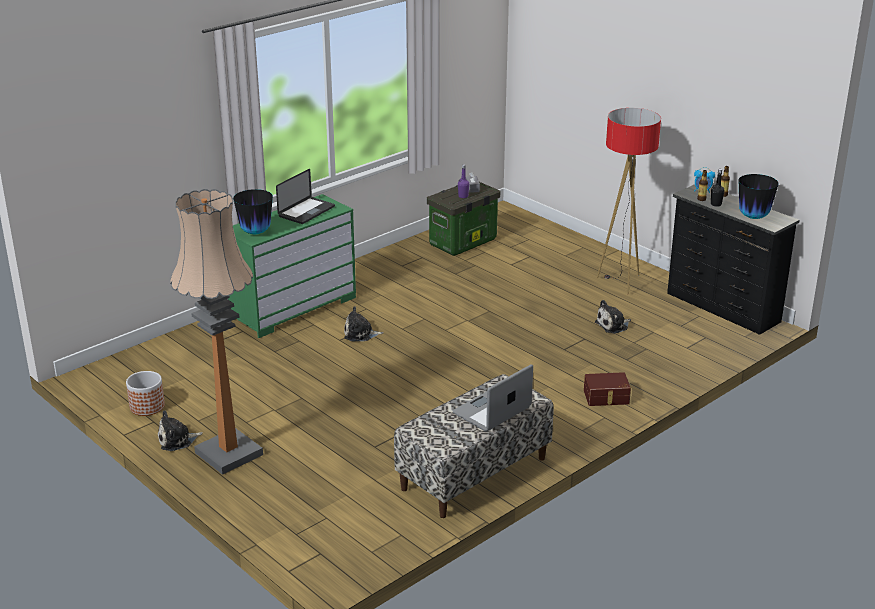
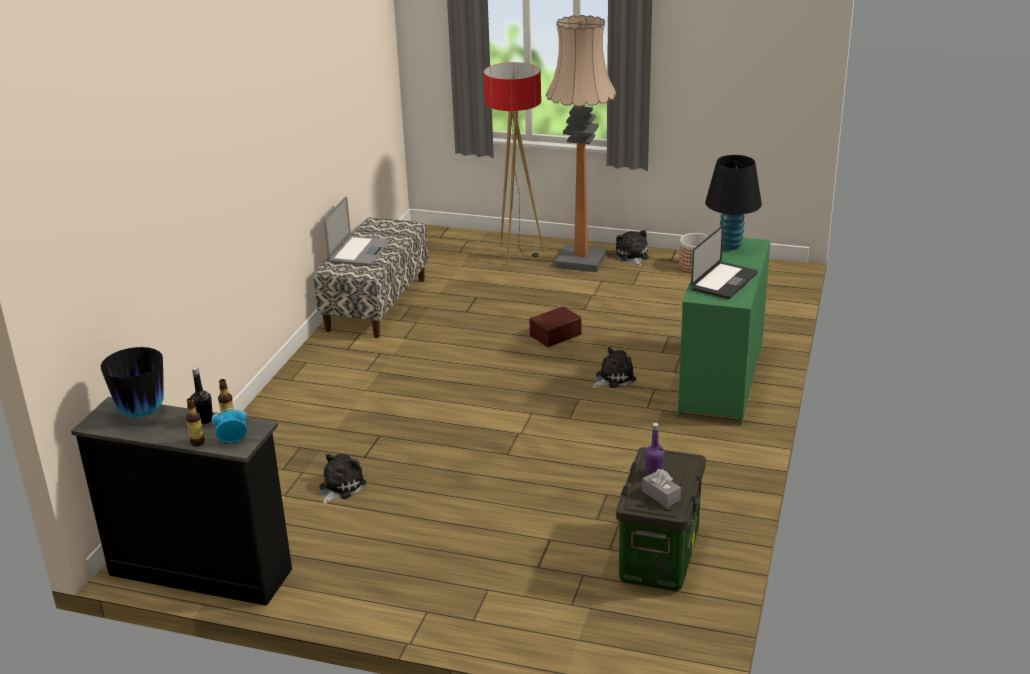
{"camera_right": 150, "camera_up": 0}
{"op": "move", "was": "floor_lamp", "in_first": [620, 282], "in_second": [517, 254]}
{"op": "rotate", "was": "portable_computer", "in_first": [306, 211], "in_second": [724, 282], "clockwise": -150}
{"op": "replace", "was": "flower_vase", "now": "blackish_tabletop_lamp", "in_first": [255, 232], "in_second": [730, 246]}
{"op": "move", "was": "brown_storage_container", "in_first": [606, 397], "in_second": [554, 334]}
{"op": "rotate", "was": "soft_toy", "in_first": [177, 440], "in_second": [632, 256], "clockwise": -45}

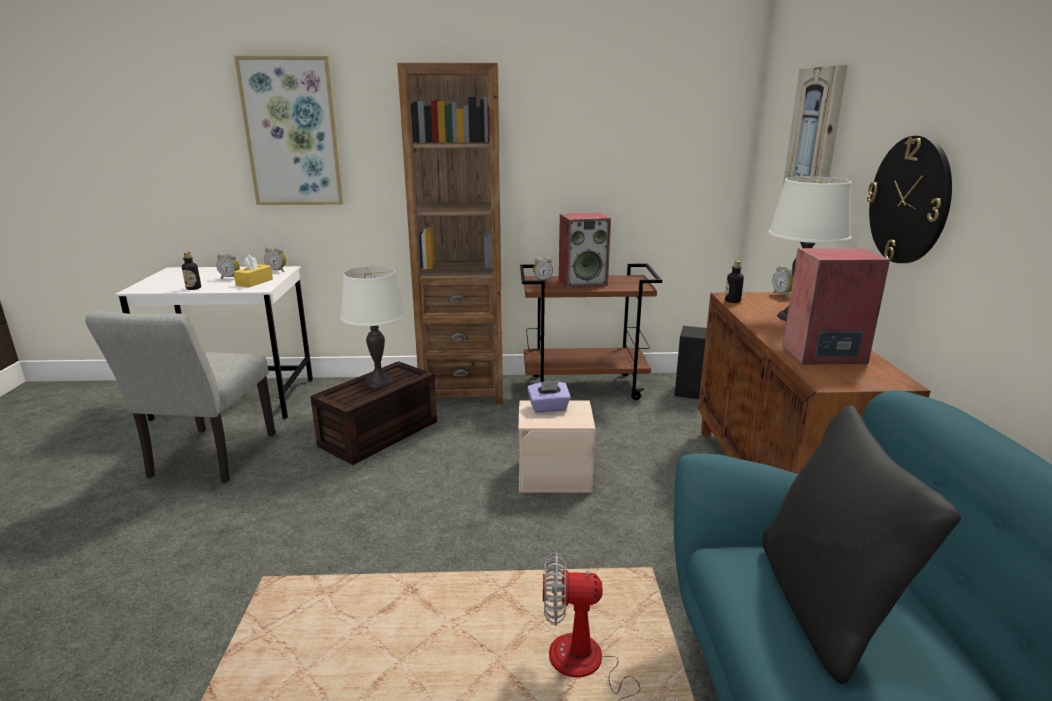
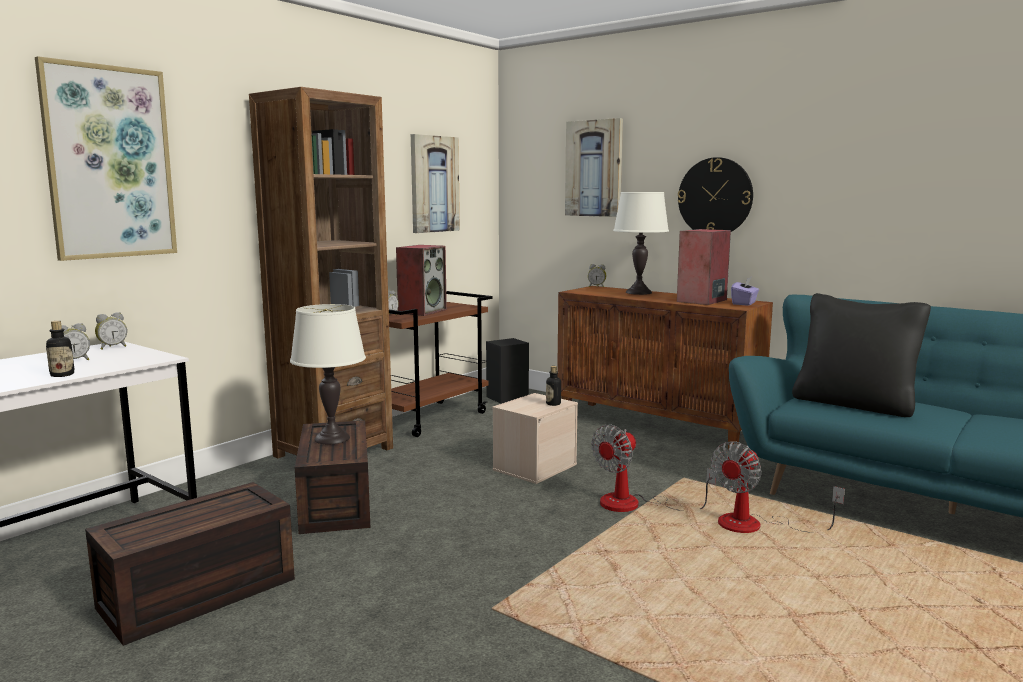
{"camera_right": -50, "camera_up": -10}
{"op": "delete", "was": "yellowish_box_of_tissues", "in_first": [254, 282]}
{"op": "move", "was": "beverage_bottle", "in_first": [732, 301], "in_second": [553, 404]}
{"op": "replace", "was": "grey_upright_chair", "now": "brown_storage_container", "in_first": [207, 460], "in_second": [196, 595]}
{"op": "move", "was": "purplish_box_of_tissues", "in_first": [548, 408], "in_second": [744, 303]}
{"op": "insert", "now": "wall_art", "in_second": [434, 184]}
{"op": "insert", "now": "fan", "in_second": [634, 504]}

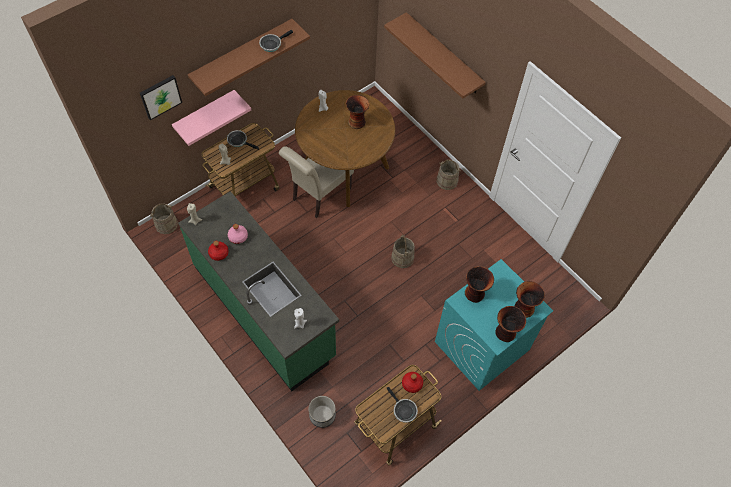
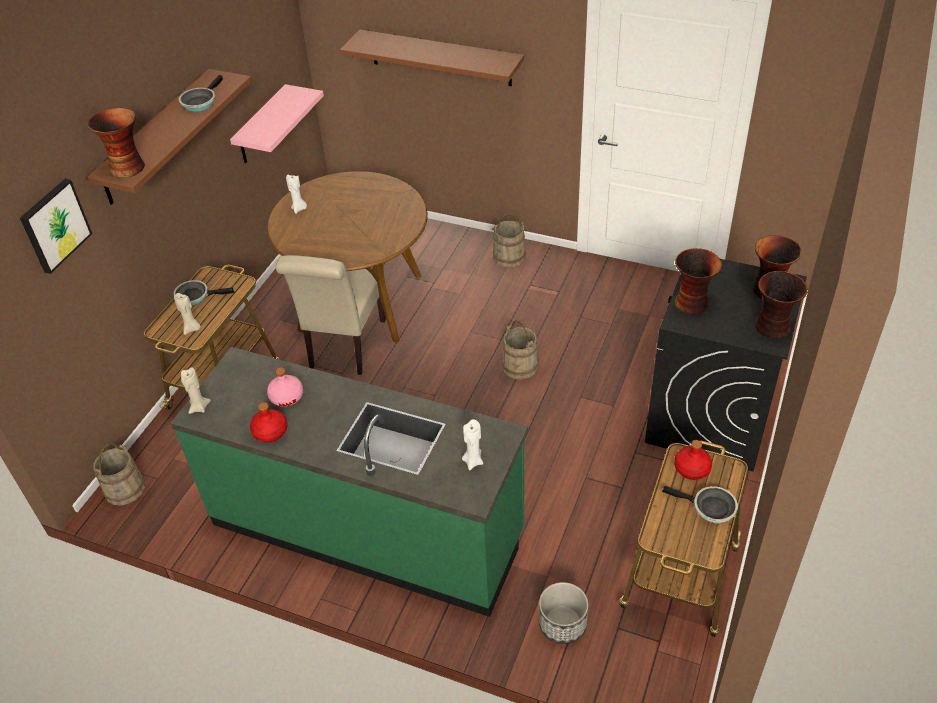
{"camera_right": -25, "camera_up": -15}
{"op": "move", "was": "pink_shelf", "in_first": [205, 114], "in_second": [261, 126]}
{"op": "move", "was": "flower_vase", "in_first": [357, 122], "in_second": [128, 167]}
{"op": "recolor", "was": "blue-green_laundry_appliance", "now": "blackish_laundry_appliance", "in_first": [481, 346], "in_second": [710, 417]}

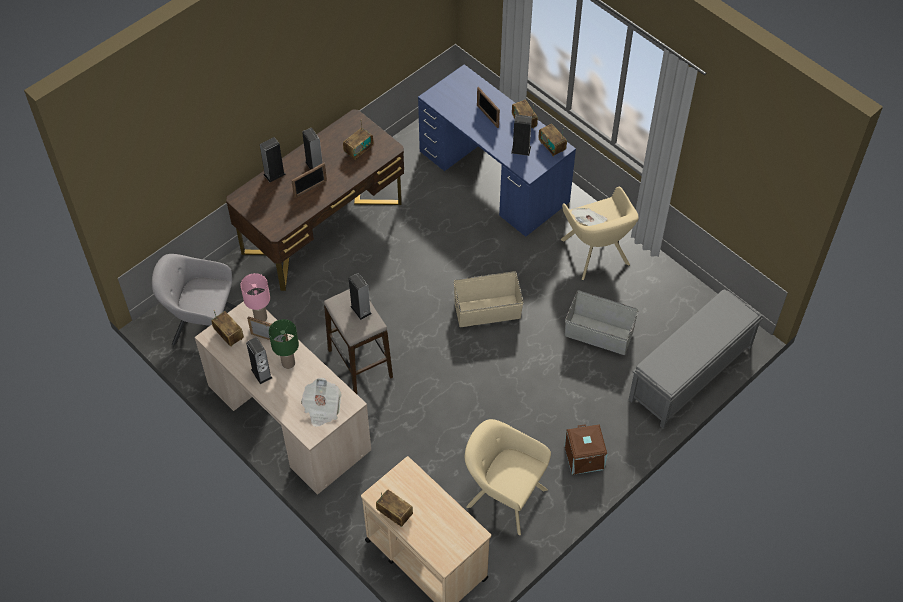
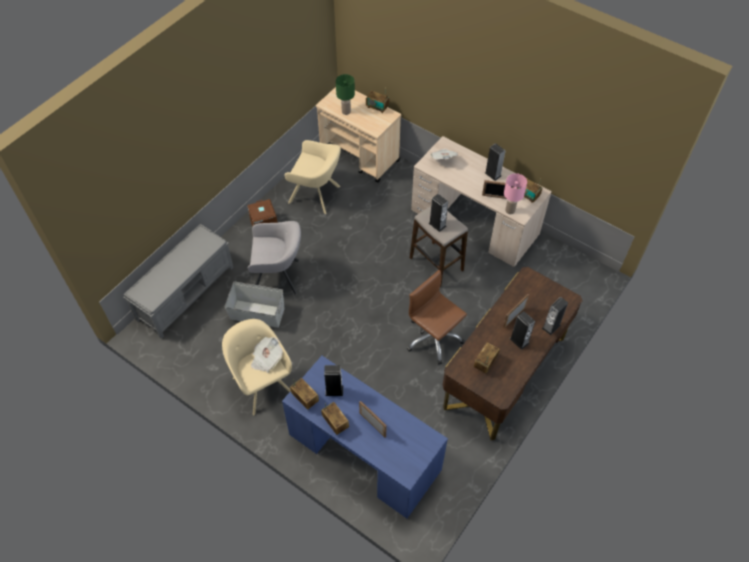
{"camera_right": 170, "camera_up": 0}
{"op": "move", "was": "grey_easy_chair", "in_first": [202, 326], "in_second": [279, 276]}
{"op": "delete", "was": "sand-coloured_storage_container", "in_first": [488, 311]}
{"op": "move", "was": "green-coloured_tabletop_lamp", "in_first": [288, 363], "in_second": [346, 111]}
{"op": "insert", "now": "brown_computer_chair", "in_second": [433, 338]}

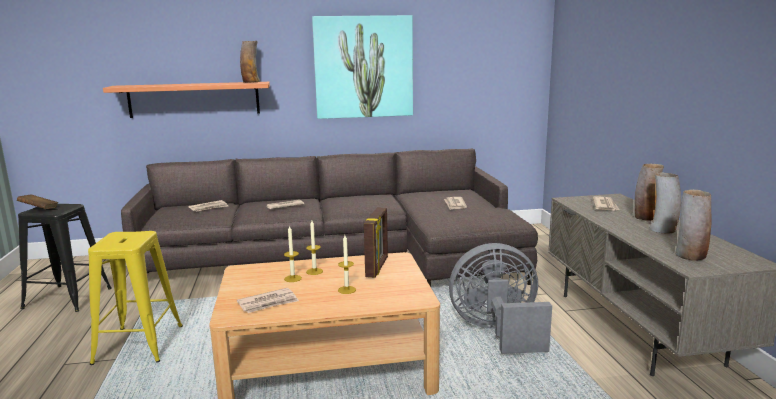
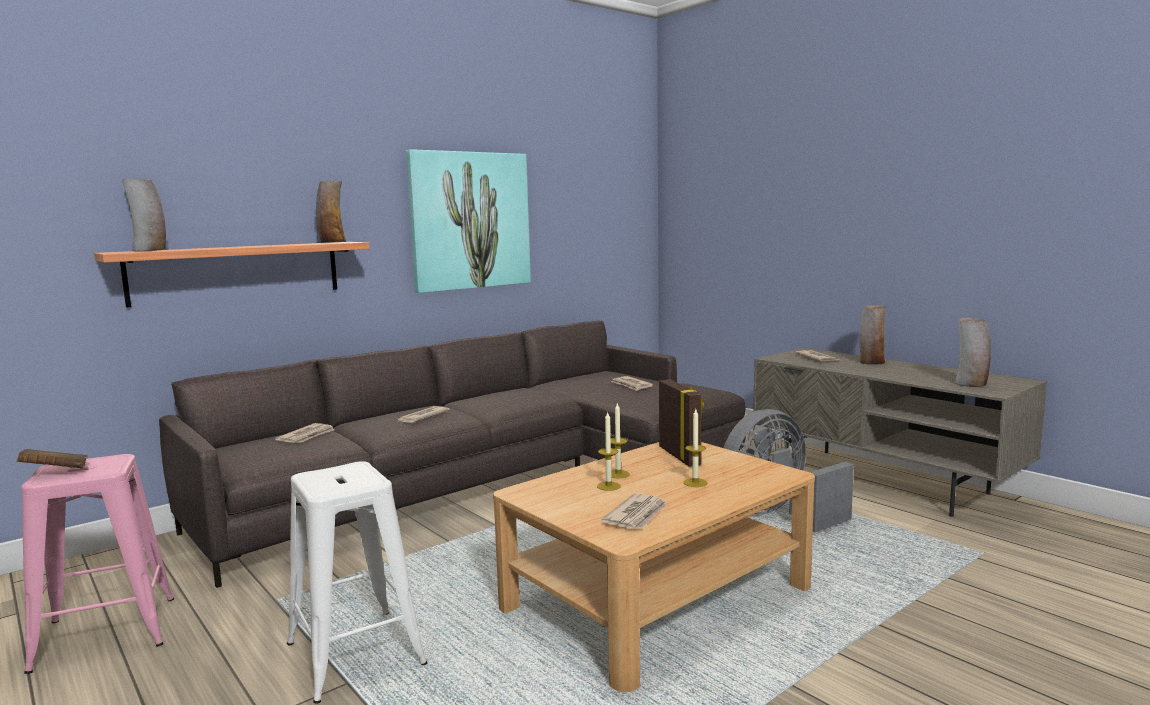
{"camera_right": -30, "camera_up": -5}
{"op": "move", "was": "flower_vase", "in_first": [663, 230], "in_second": [150, 250]}
{"op": "recolor", "was": "blackish_sitting_stool", "now": "pink_sitting_stool", "in_first": [68, 298], "in_second": [106, 633]}
{"op": "recolor", "was": "yellowish_sitting_stool", "now": "whitish_sitting_stool", "in_first": [139, 344], "in_second": [355, 653]}

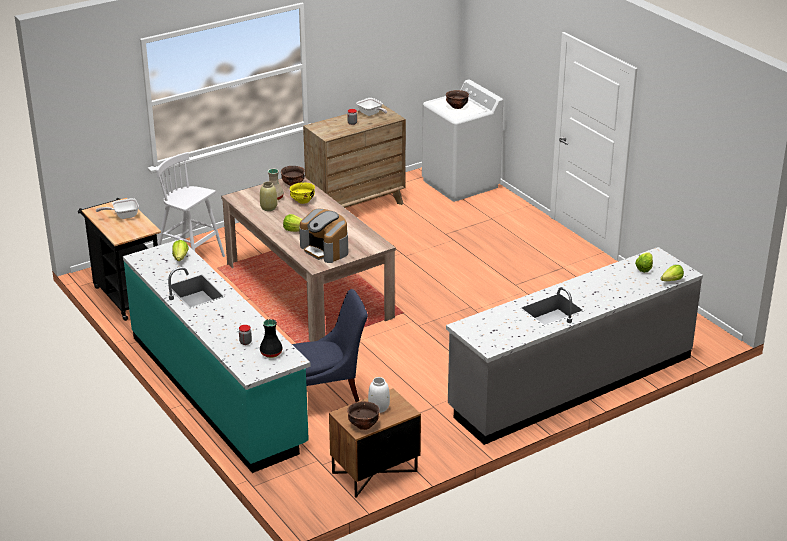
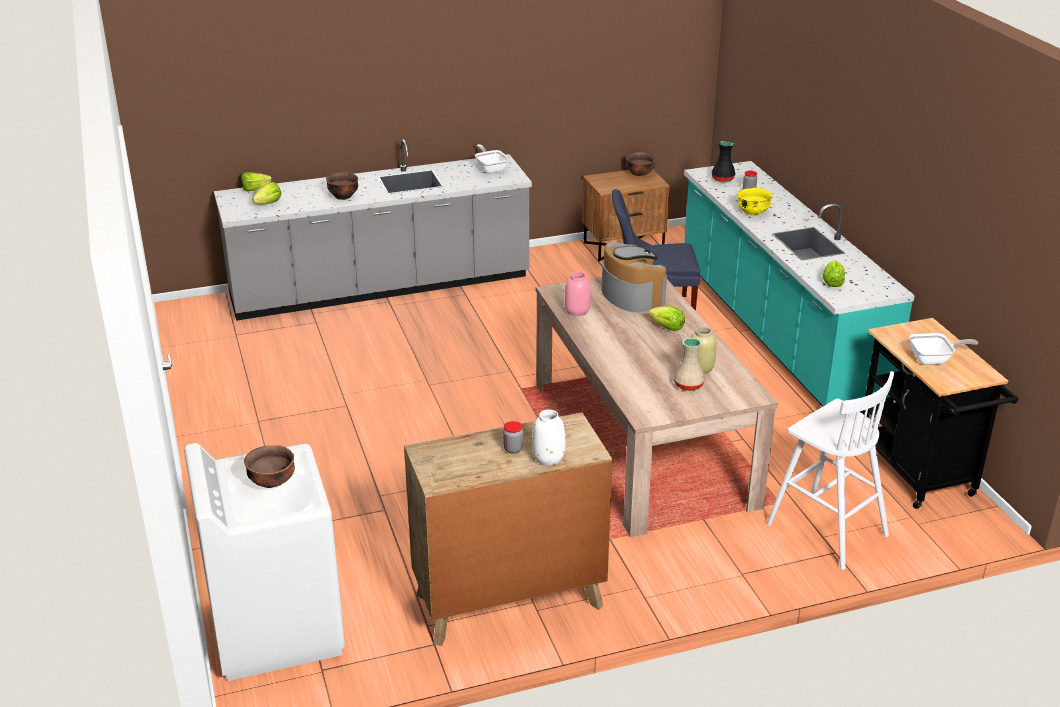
{"camera_right": -165, "camera_up": 0}
{"op": "move", "was": "pan", "in_first": [371, 114], "in_second": [490, 169]}
{"op": "move", "was": "brown_serving_bowl", "in_first": [293, 184], "in_second": [343, 196]}
{"op": "move", "was": "yellowish_serving_bowl", "in_first": [302, 201], "in_second": [753, 212]}
{"op": "move", "was": "whitish_flower_vase", "in_first": [379, 408], "in_second": [548, 457]}
{"op": "insert", "now": "pink_flower_vase", "in_second": [577, 311]}

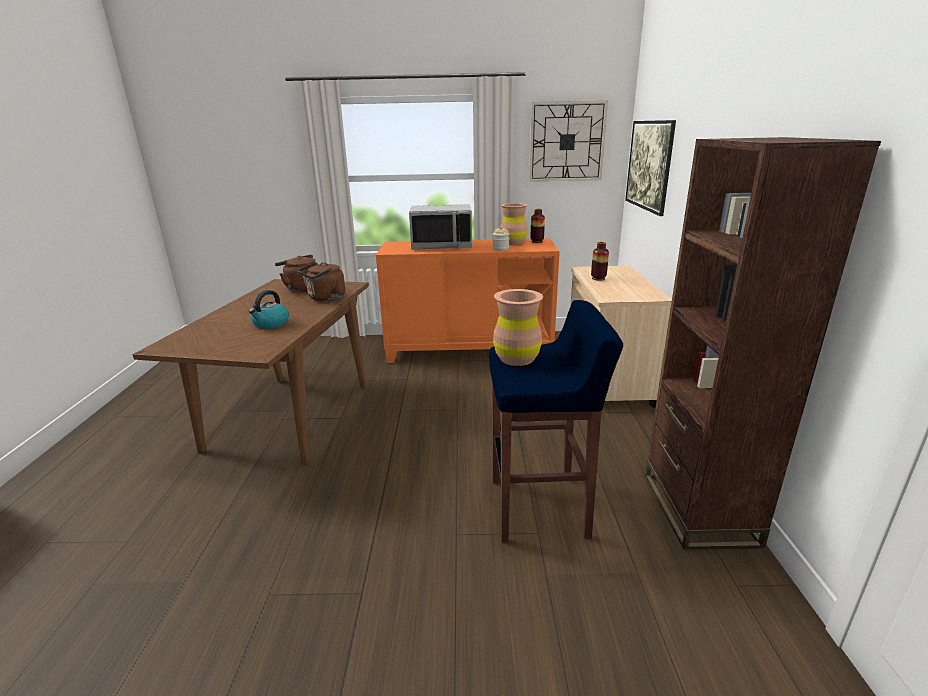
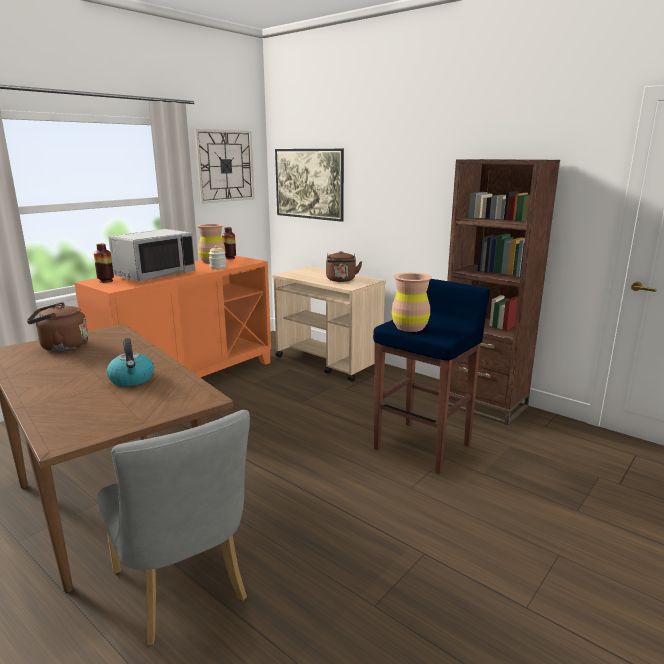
{"camera_right": -50, "camera_up": -5}
{"op": "move", "was": "flower_vase", "in_first": [598, 278], "in_second": [106, 281]}
{"op": "move", "was": "brown_tea_kettle", "in_first": [325, 298], "in_second": [341, 280]}
{"op": "insert", "now": "grey_upright_chair", "in_second": [183, 592]}

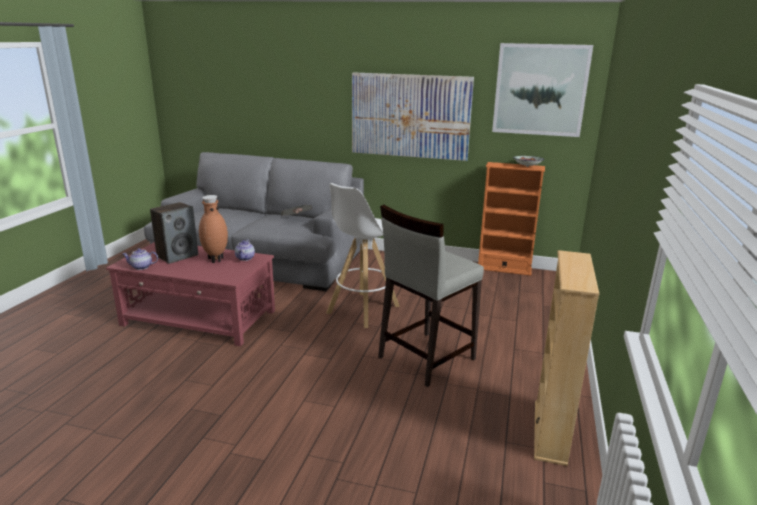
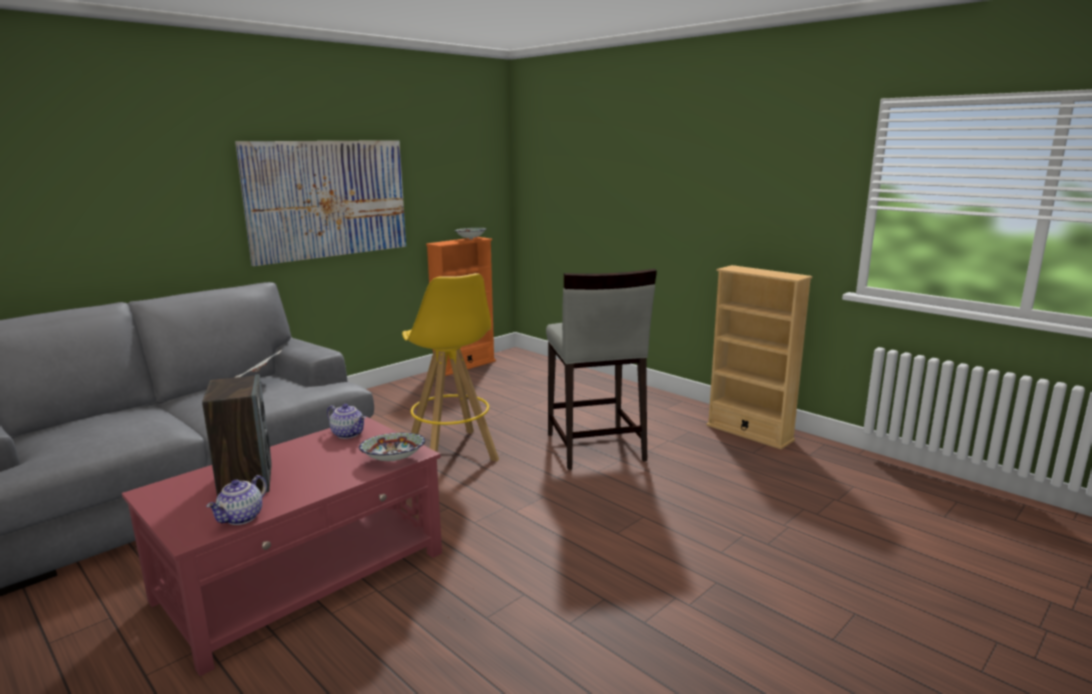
{"camera_right": -60, "camera_up": -5}
{"op": "delete", "was": "wall_art", "in_first": [540, 90]}
{"op": "recolor", "was": "whitish_sitting_stool", "now": "yellowish_sitting_stool", "in_first": [362, 309], "in_second": [452, 452]}
{"op": "delete", "was": "brown_flower_vase", "in_first": [215, 259]}
{"op": "insert", "now": "serving_bowl", "in_second": [393, 460]}

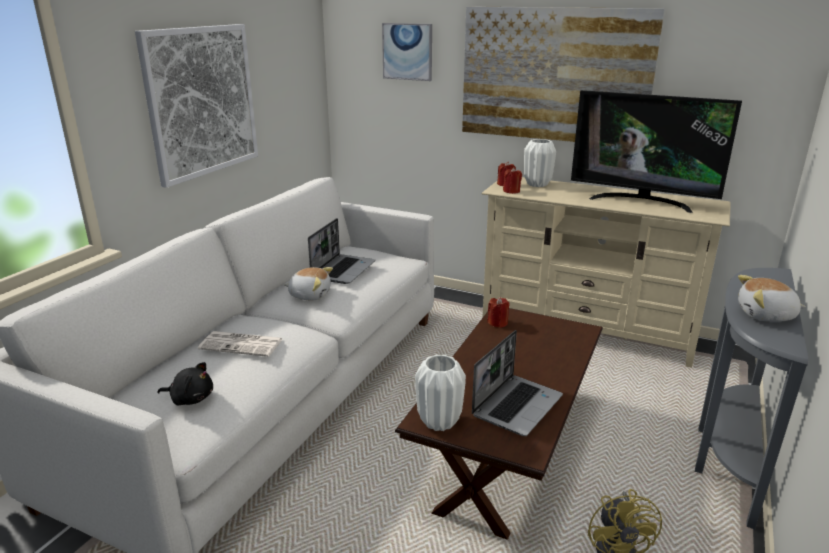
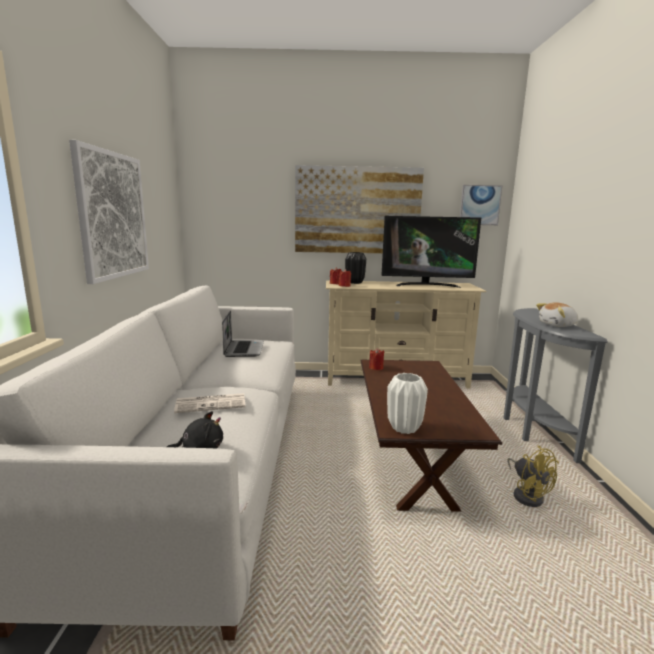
{"camera_right": -25, "camera_up": -10}
{"op": "move", "was": "wall_art", "in_first": [407, 51], "in_second": [480, 205]}
{"op": "recolor", "was": "whitish_flower_vase", "now": "blackish_flower_vase", "in_first": [537, 184], "in_second": [355, 282]}
{"op": "delete", "was": "soft_toy", "in_first": [310, 295]}
{"op": "delete", "was": "portable_computer", "in_first": [517, 405]}

